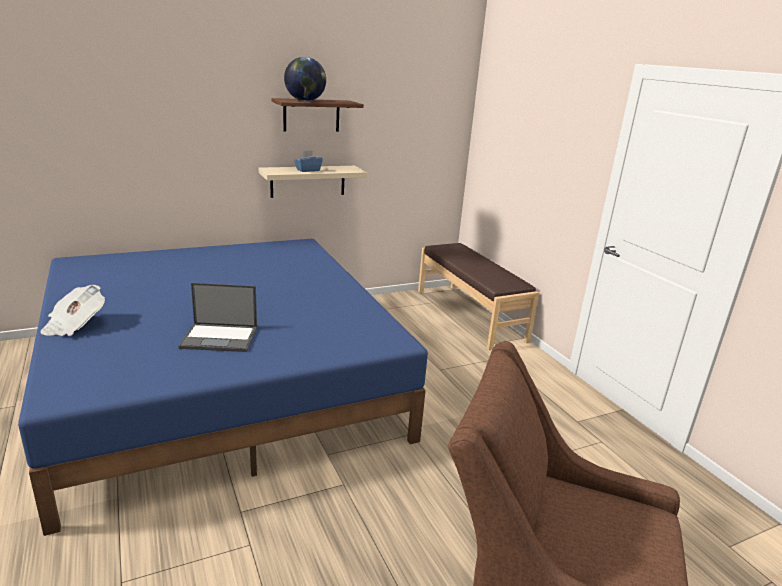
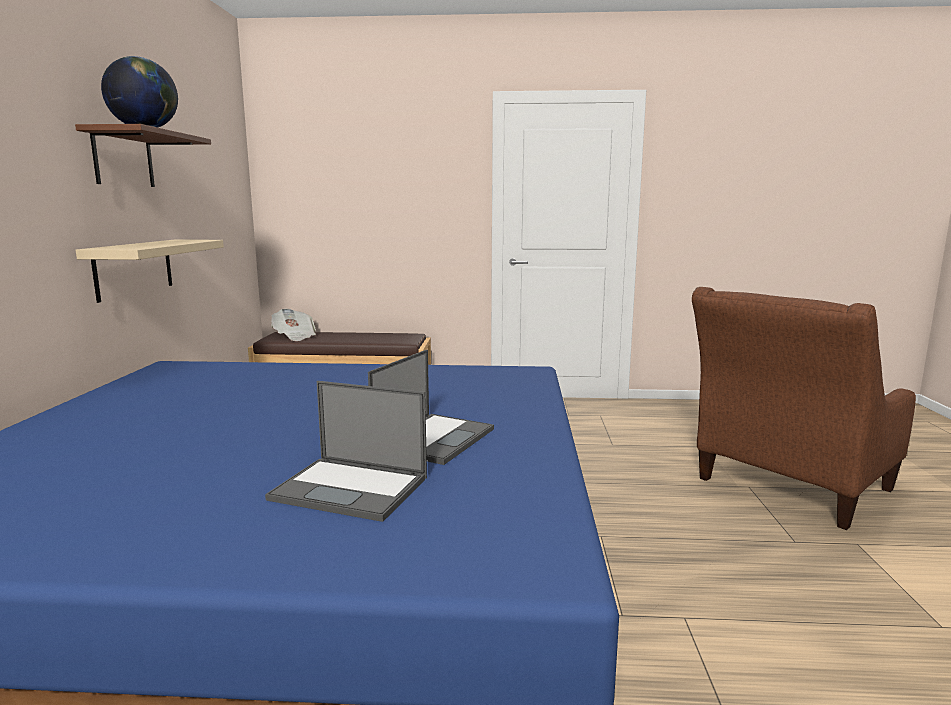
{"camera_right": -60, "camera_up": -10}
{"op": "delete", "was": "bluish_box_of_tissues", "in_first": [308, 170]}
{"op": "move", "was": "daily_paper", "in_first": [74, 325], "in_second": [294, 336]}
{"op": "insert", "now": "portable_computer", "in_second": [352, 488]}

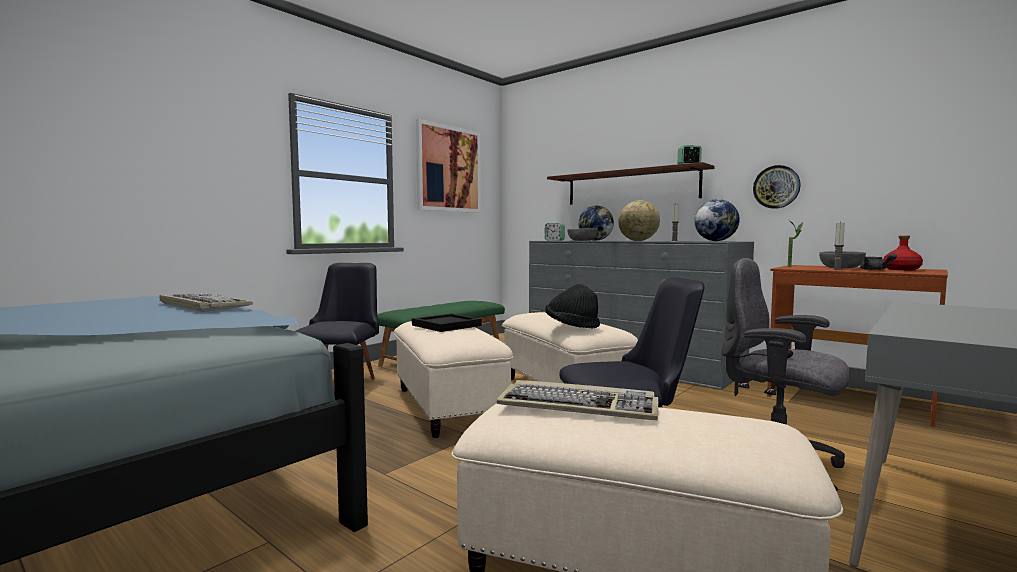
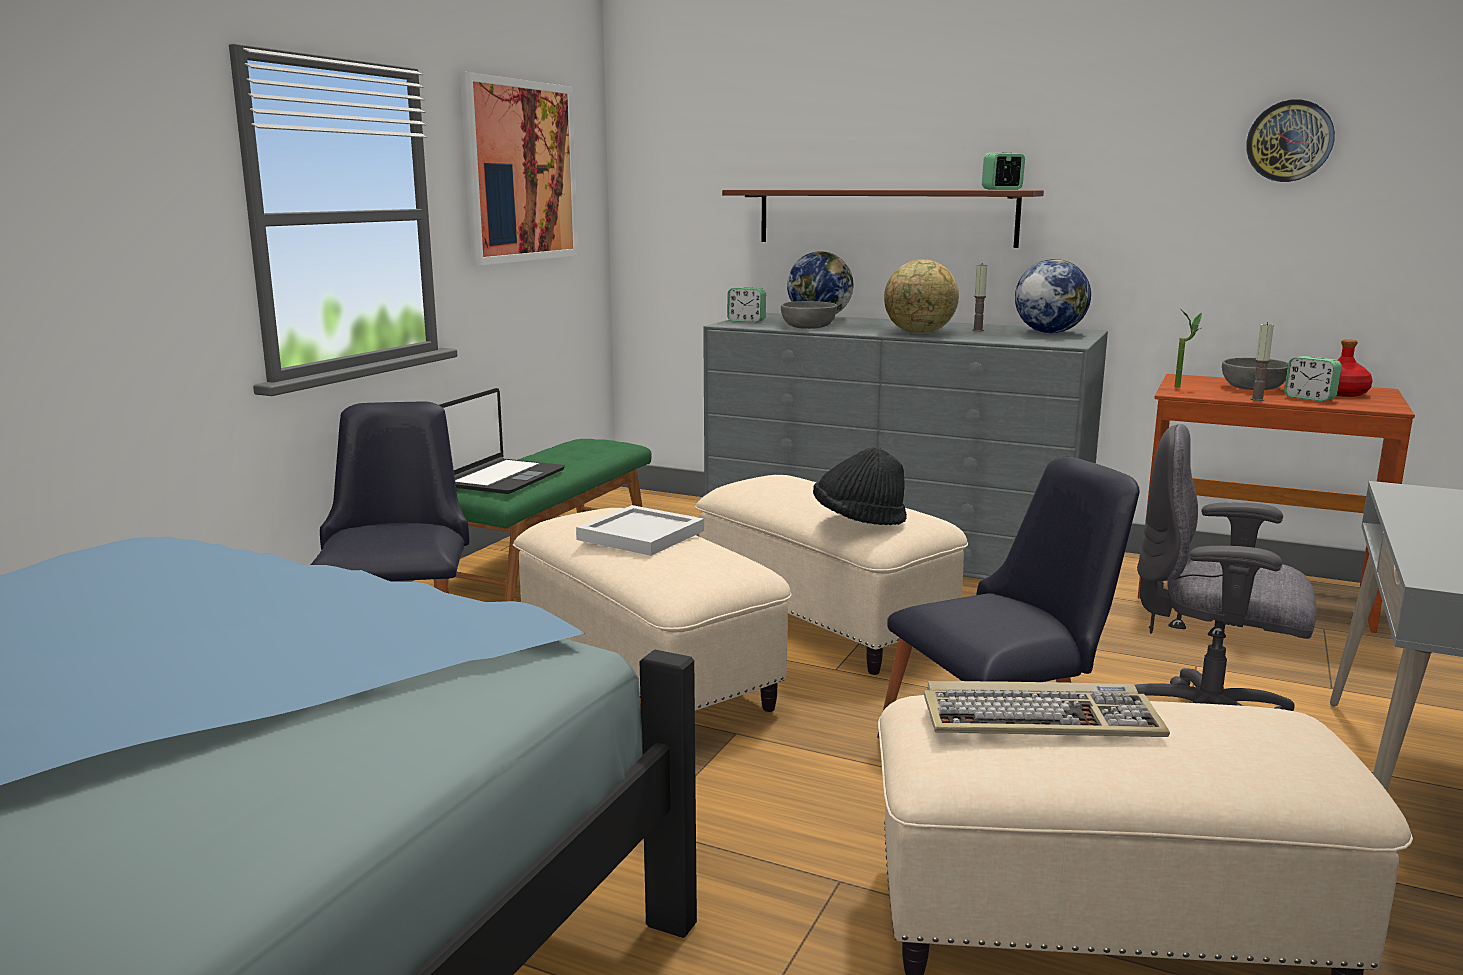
{"camera_right": -15, "camera_up": 10}
{"op": "move", "was": "wall_clock", "in_first": [776, 187], "in_second": [1289, 141]}
{"op": "replace", "was": "grey_pot_for_tea", "now": "table_clock", "in_first": [875, 270], "in_second": [1309, 398]}
{"op": "delete", "was": "computer_keyboard", "in_first": [203, 306]}
{"op": "recolor", "was": "blackish_serving_tray", "now": "whitish_serving_tray", "in_first": [446, 325], "in_second": [640, 534]}
{"op": "insert", "now": "portable_computer", "in_second": [502, 478]}

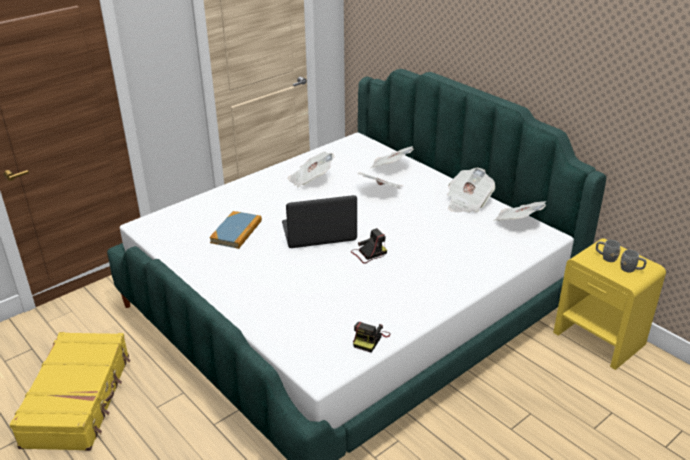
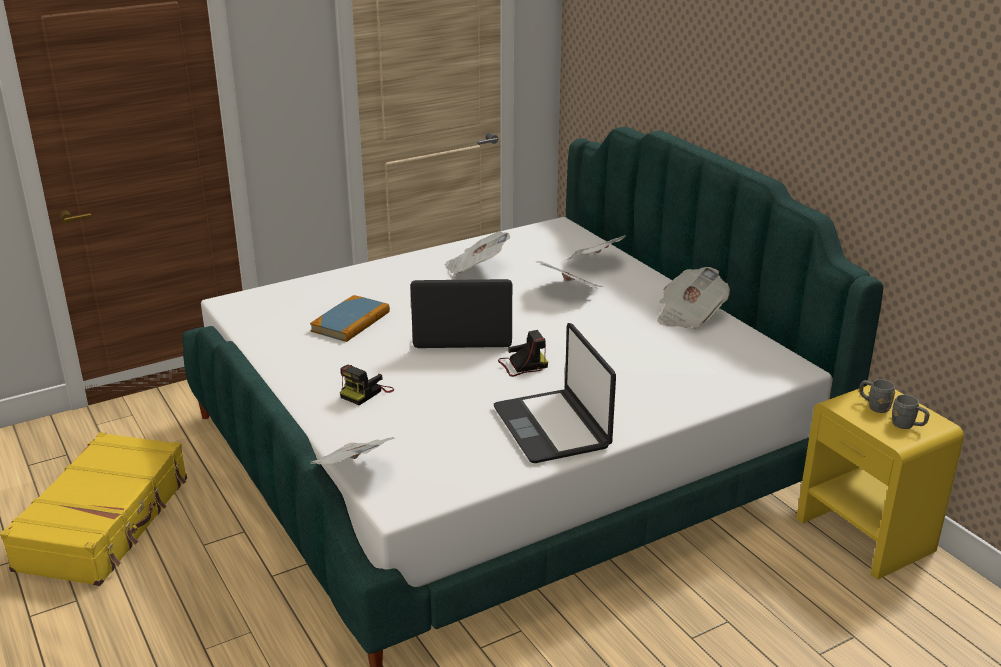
{"camera_right": 10, "camera_up": -5}
{"op": "move", "was": "daily_paper", "in_first": [517, 222], "in_second": [353, 470]}
{"op": "move", "was": "photo_camera", "in_first": [370, 339], "in_second": [366, 392]}
{"op": "insert", "now": "portable_computer", "in_second": [552, 427]}

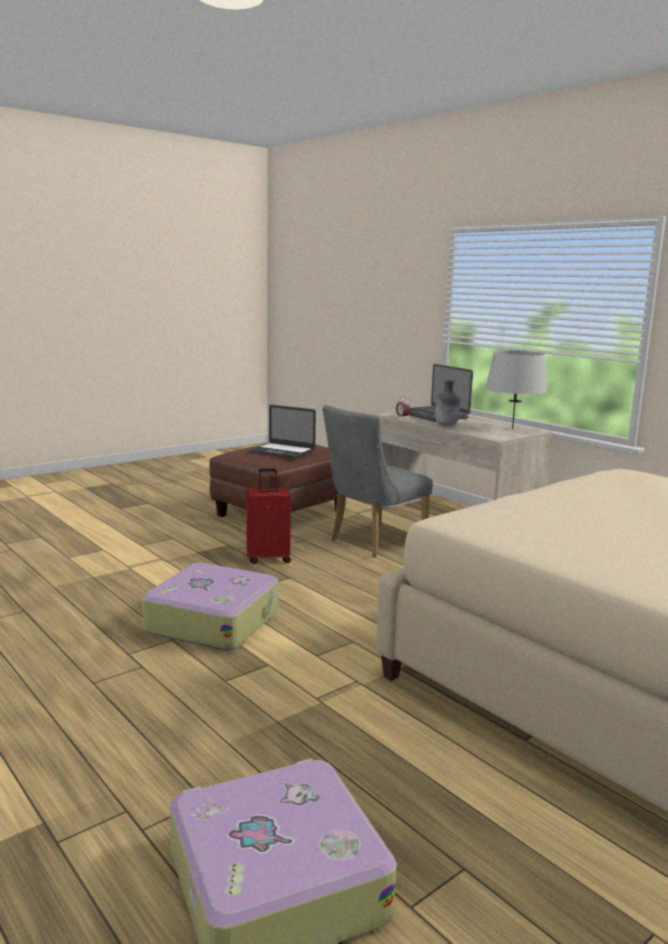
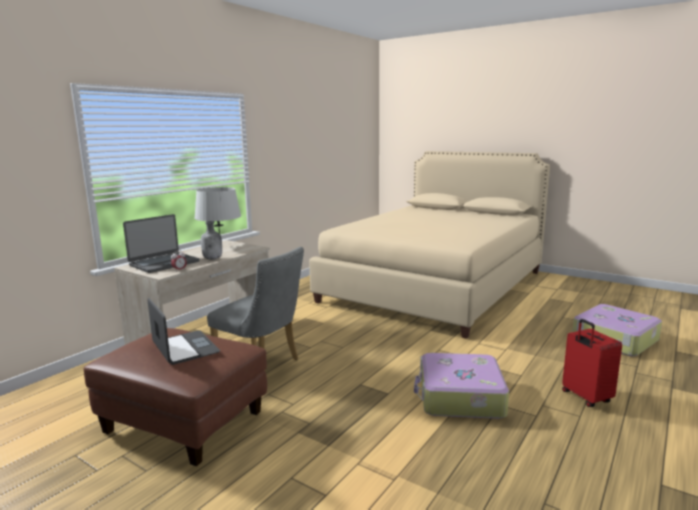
{"camera_right": -105, "camera_up": 0}
{"op": "rotate", "was": "portable_computer", "in_first": [282, 450], "in_second": [185, 347], "clockwise": -45}
{"op": "move", "was": "red-coloured_suitcase", "in_first": [268, 558], "in_second": [585, 397]}

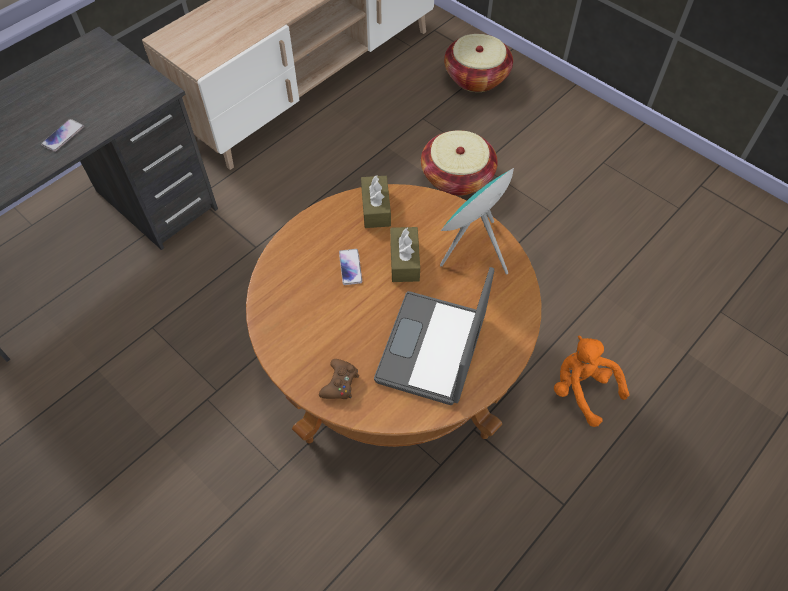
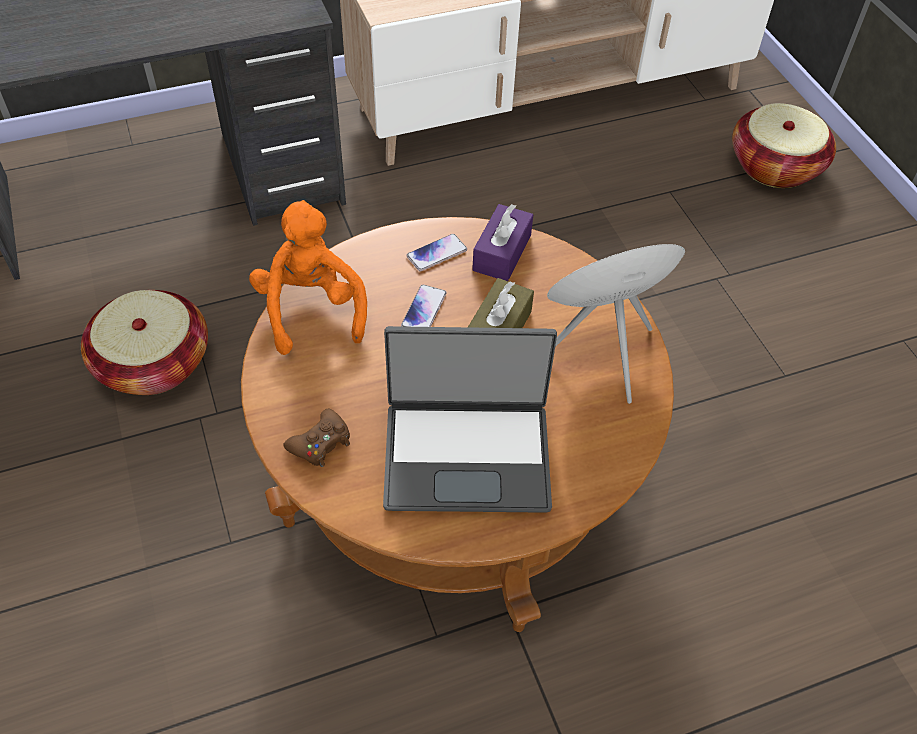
{"camera_right": 25, "camera_up": -5}
{"op": "move", "was": "telephone", "in_first": [63, 136], "in_second": [437, 253]}
{"op": "move", "was": "household_basket", "in_first": [457, 177], "in_second": [153, 363]}
{"op": "recolor", "was": "brown_box_of_tissues", "now": "purplish_box_of_tissues", "in_first": [376, 208], "in_second": [502, 253]}
{"op": "rotate", "was": "portable_computer", "in_first": [433, 349], "in_second": [467, 455], "clockwise": -135}
{"op": "move", "was": "orangey_soft_toy", "in_first": [582, 389], "in_second": [311, 309]}

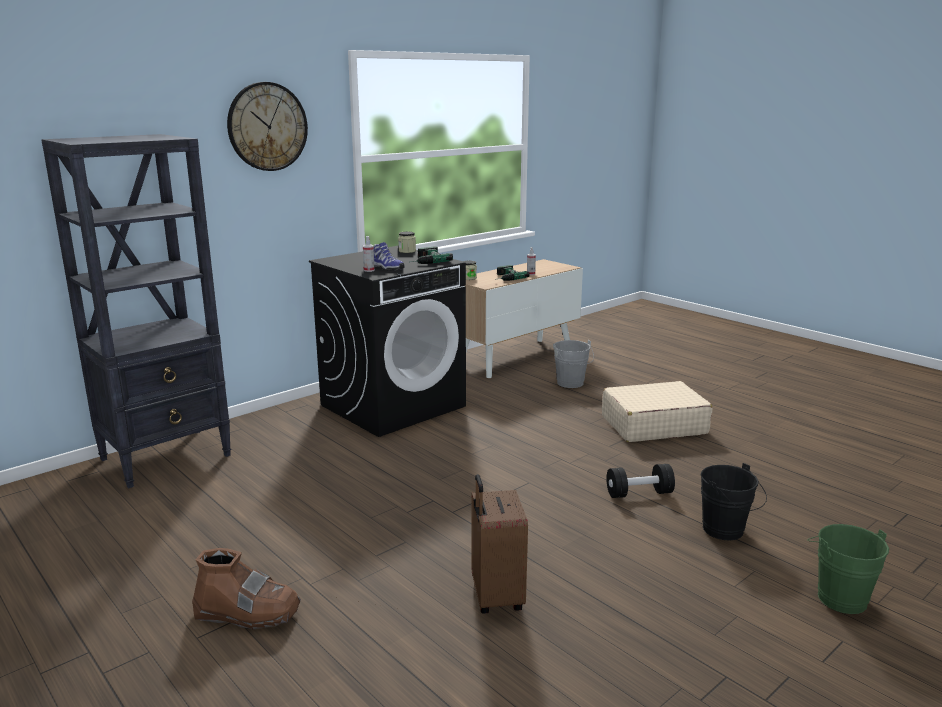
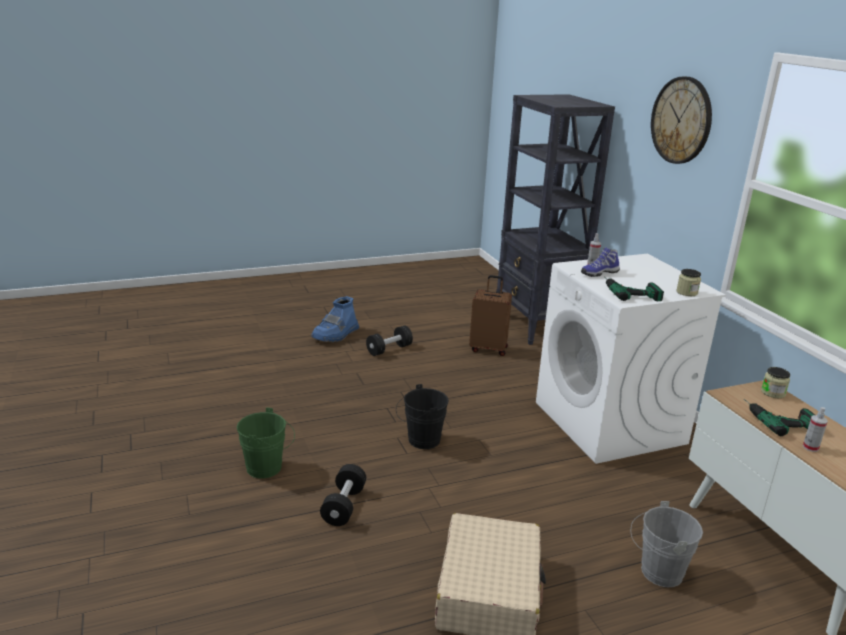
{"camera_right": 110, "camera_up": 5}
{"op": "recolor", "was": "blackish_laundry_appliance", "now": "whitish_laundry_appliance", "in_first": [393, 405], "in_second": [610, 423]}
{"op": "move", "was": "blackish_water_bucket", "in_first": [727, 531], "in_second": [420, 440]}
{"op": "move", "was": "brown_suitcase", "in_first": [495, 596], "in_second": [488, 348]}
{"op": "move", "was": "green-coloured_water_bucket", "in_first": [838, 596], "in_second": [268, 468]}
{"op": "recolor", "was": "brown_high-top_boot", "now": "bluish_high-top_boot", "in_first": [248, 613], "in_second": [335, 335]}
{"op": "insert", "now": "blackish_free_weight", "in_second": [389, 349]}

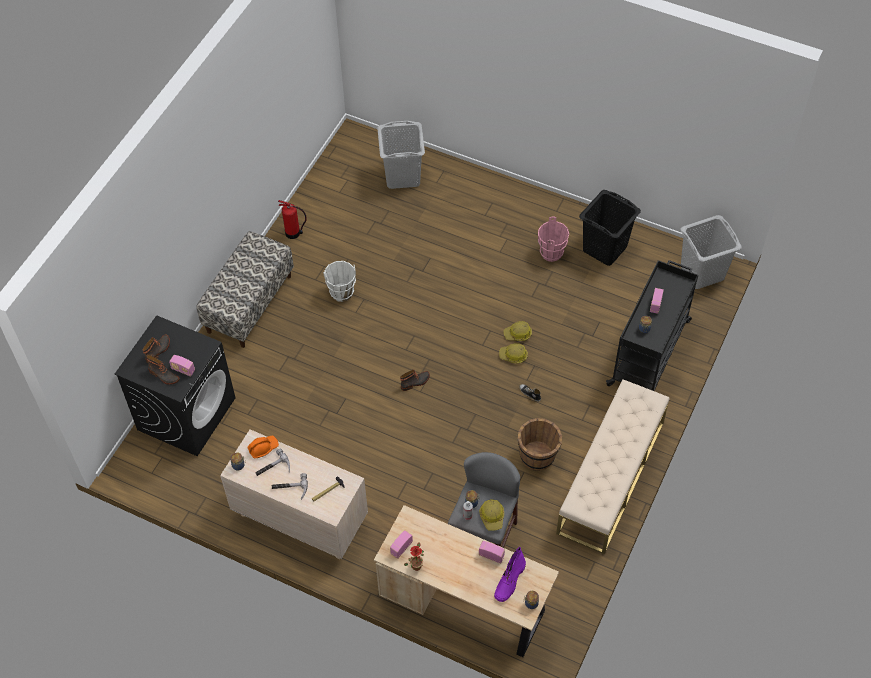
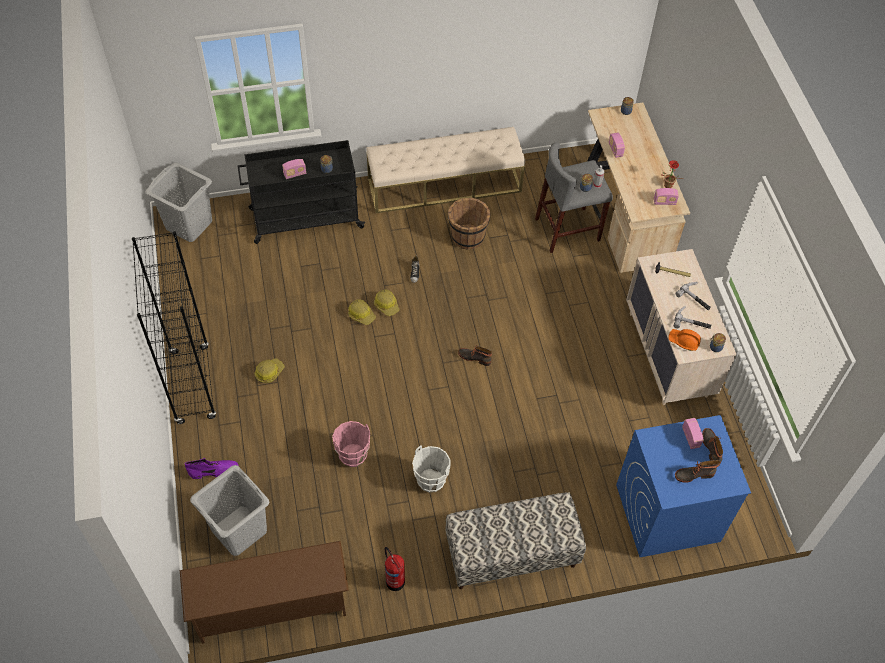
{"camera_right": -130, "camera_up": 0}
{"op": "delete", "was": "blackish_laundry_basket", "in_first": [605, 248]}
{"op": "move", "was": "pink_water_bucket", "in_first": [551, 253], "in_second": [352, 455]}
{"op": "recolor", "was": "blackish_laundry_appliance", "now": "bluish_laundry_appliance", "in_first": [186, 413], "in_second": [667, 513]}
{"op": "move", "was": "work_helmet", "in_first": [492, 516], "in_second": [269, 372]}
{"op": "move", "was": "purplish_high-top_boot", "in_first": [509, 581], "in_second": [214, 471]}
{"op": "insert", "now": "blackish_bookcase", "in_second": [193, 385]}
{"op": "insert", "now": "brown_shoe_shelf", "in_second": [271, 606]}

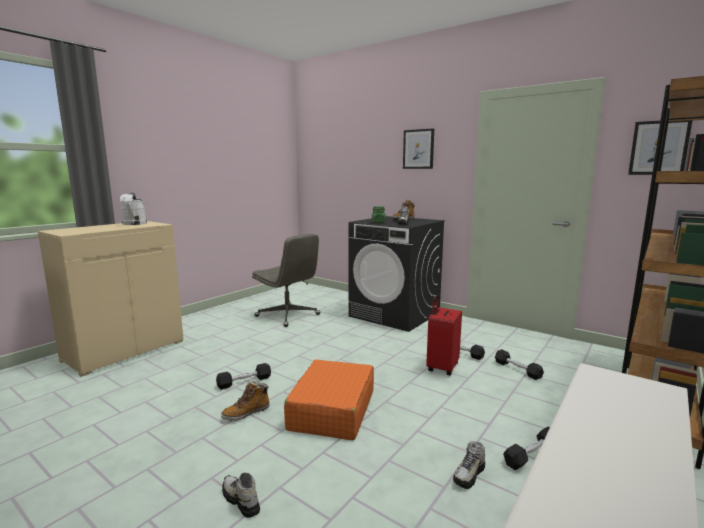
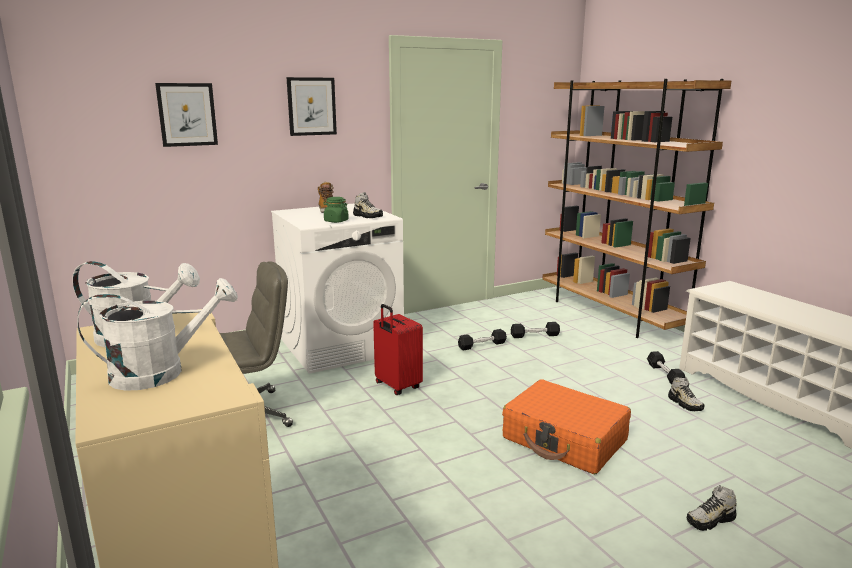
{"camera_right": -65, "camera_up": 5}
{"op": "move", "was": "wall_art", "in_first": [659, 148], "in_second": [187, 114]}
{"op": "recolor", "was": "blackish_laundry_appliance", "now": "whitish_laundry_appliance", "in_first": [395, 314], "in_second": [341, 346]}
{"op": "move", "was": "red-coloured_suitcase", "in_first": [441, 367], "in_second": [397, 386]}
{"op": "delete", "was": "blackish_free_weight", "in_first": [244, 382]}
{"op": "delete", "was": "high-top_boot", "in_first": [246, 413]}
{"op": "insert", "now": "whitish_watering_pot", "in_second": [161, 372]}

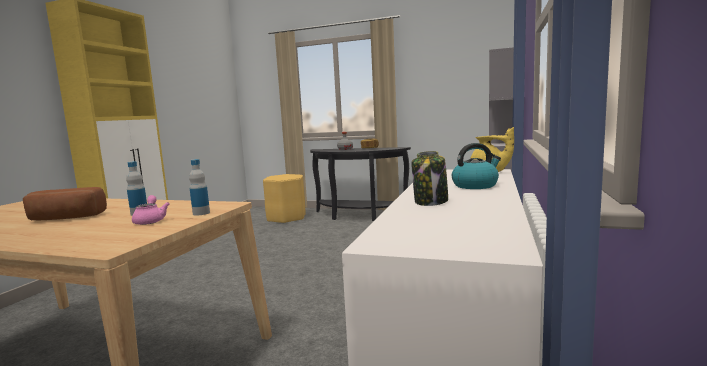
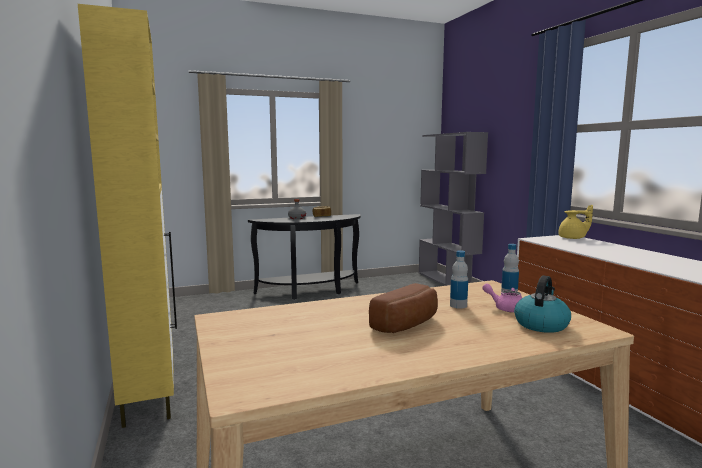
{"camera_right": -40, "camera_up": 0}
{"op": "move", "was": "tea_kettle", "in_first": [475, 185], "in_second": [541, 324]}
{"op": "delete", "was": "storage_jar", "in_first": [431, 202]}
{"op": "delete", "was": "yellowish_sitting_stool", "in_first": [287, 218]}

